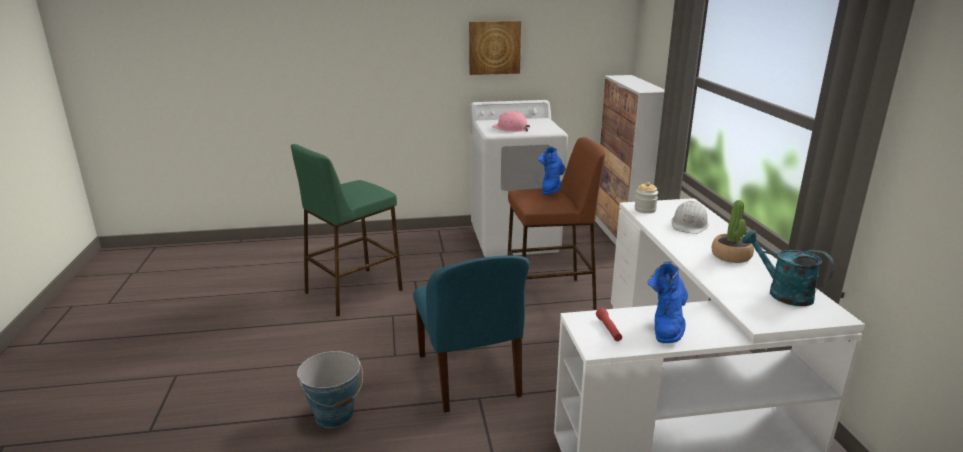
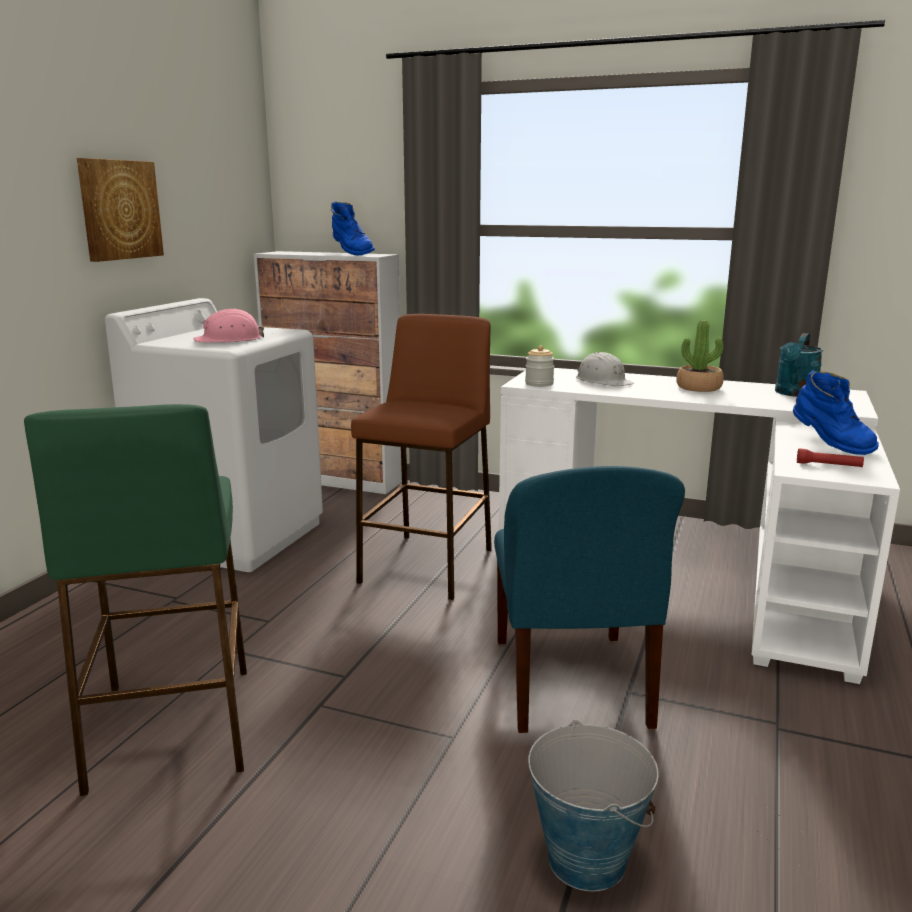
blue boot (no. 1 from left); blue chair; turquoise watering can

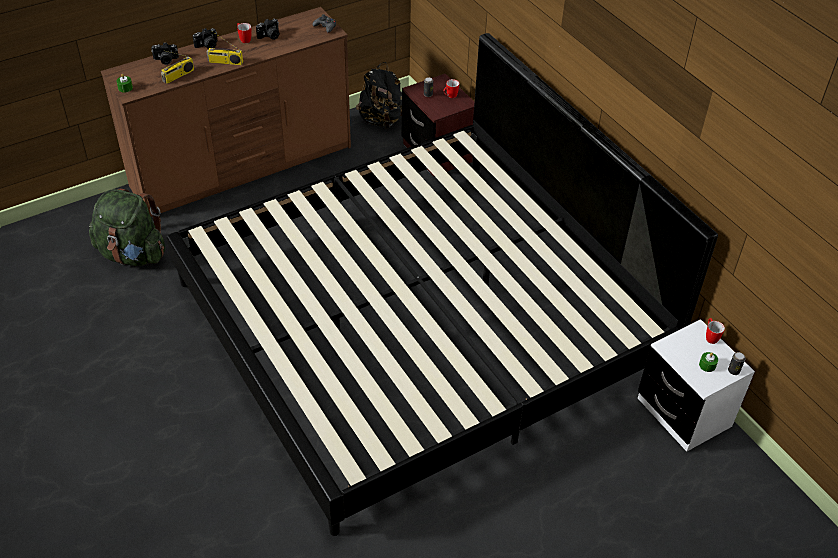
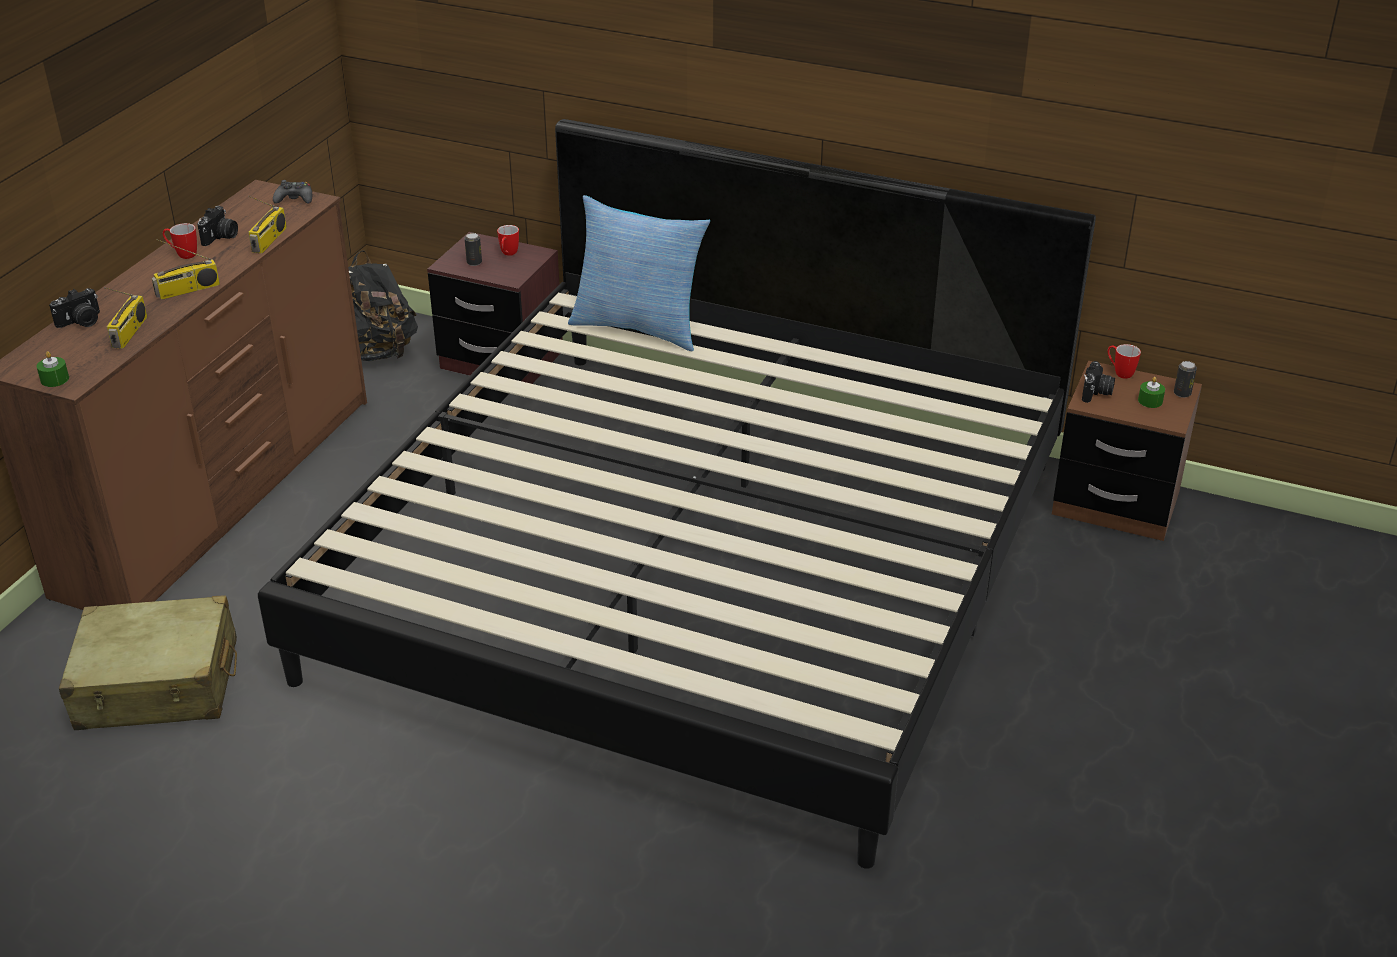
radio (no. 3 from left); pillow; photo camera (no. 3 from left); beige suitcase; brown nightstand (no. 2 from left)

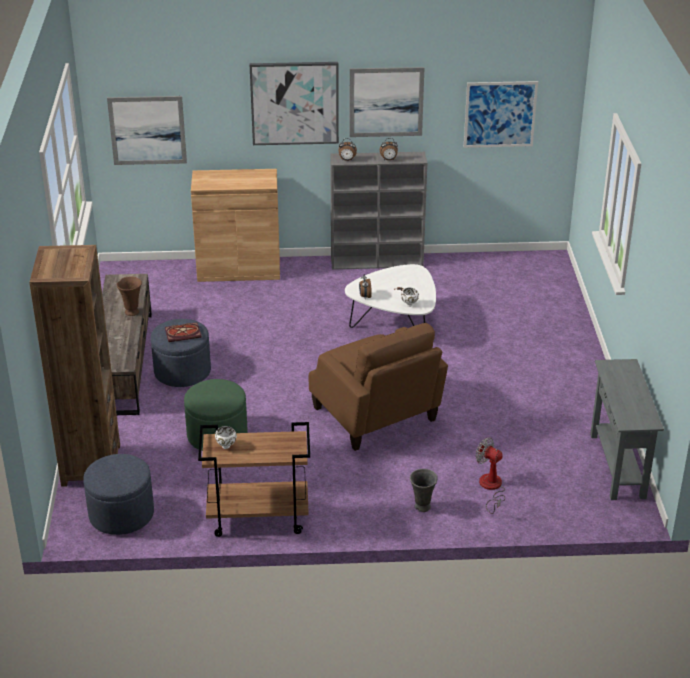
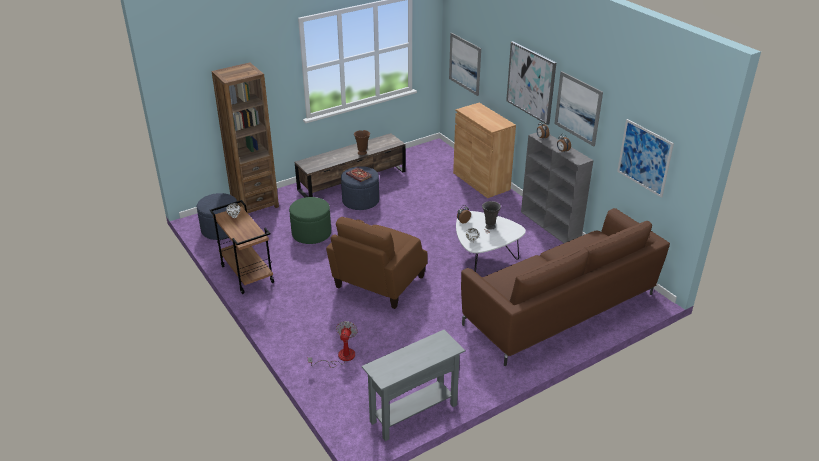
brown sofa; grey vase

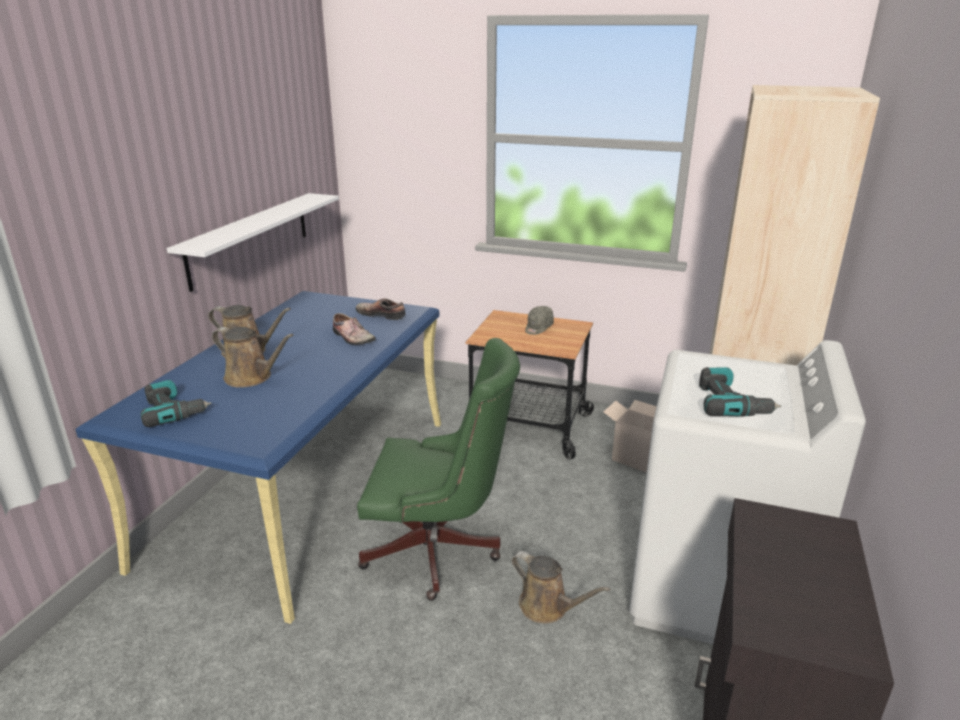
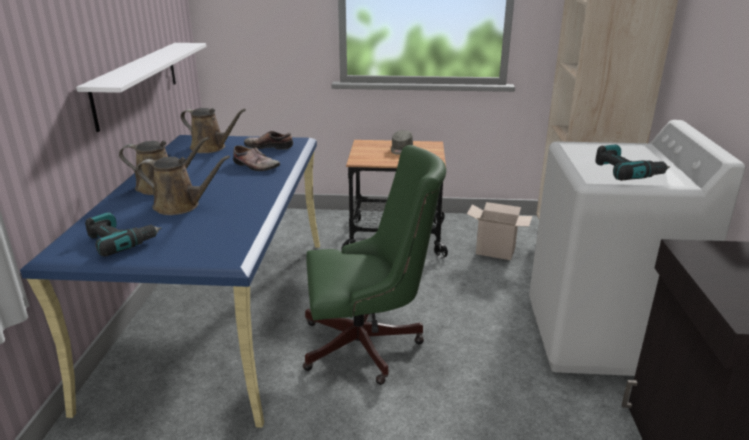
brown watering can (no. 3 from left)

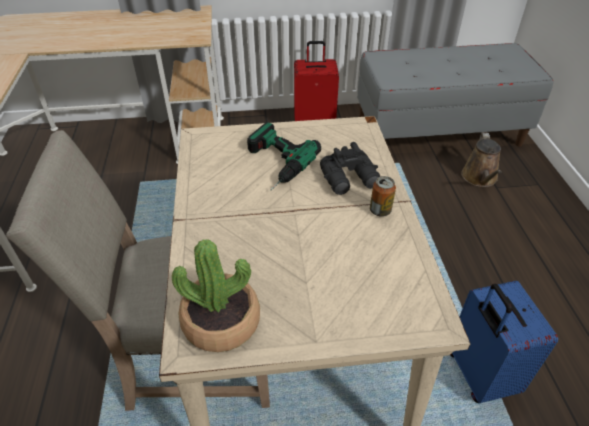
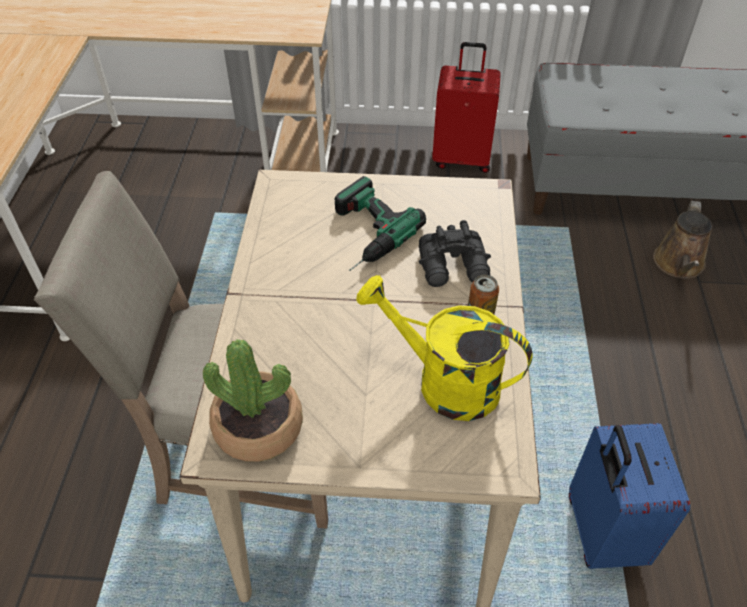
yellow watering can

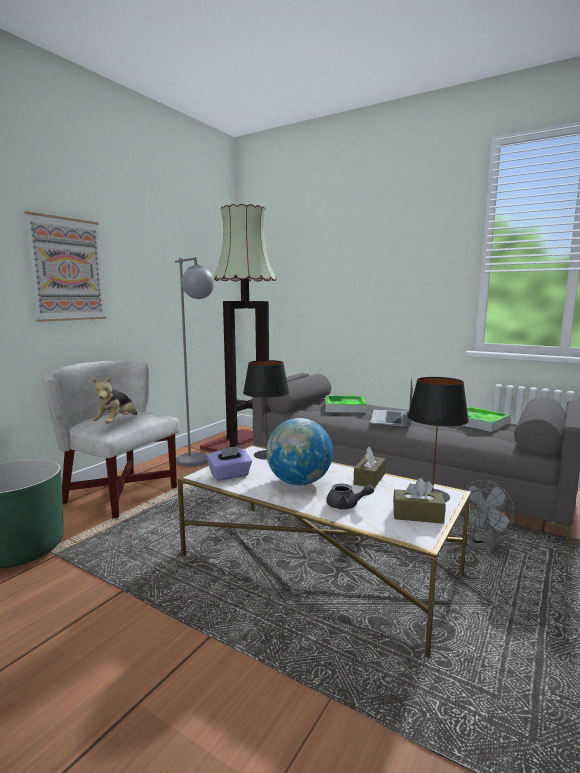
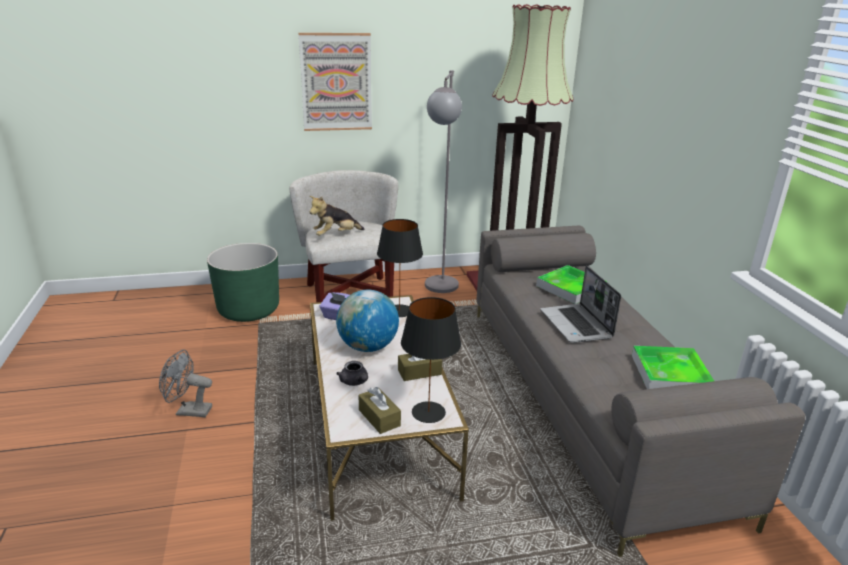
grey fan; laptop

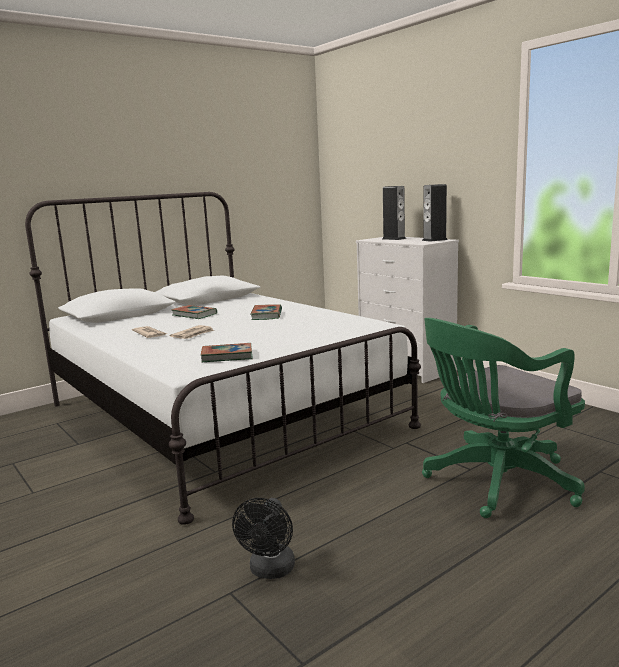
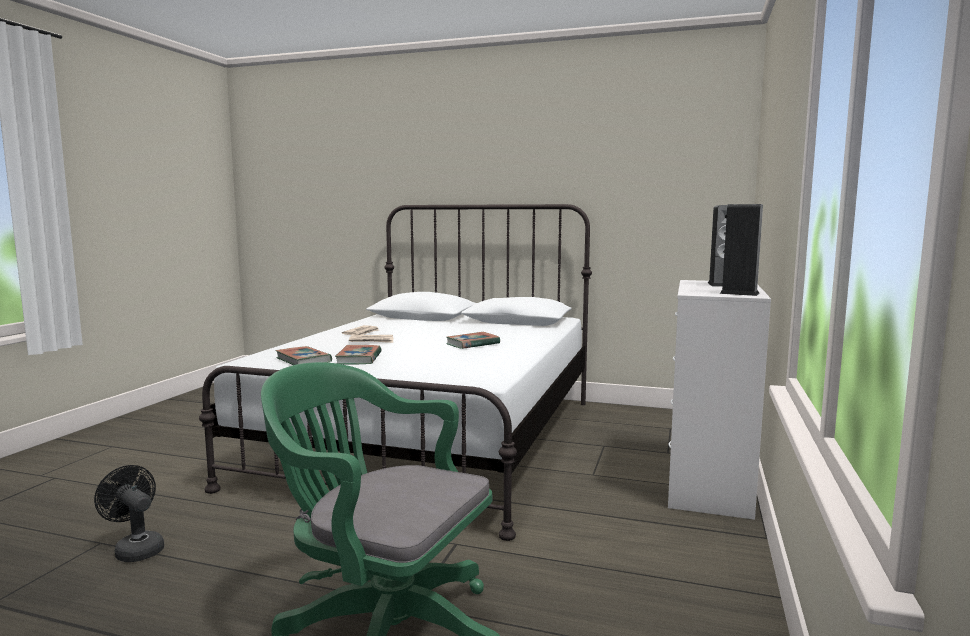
book (no. 2 from left); black fan

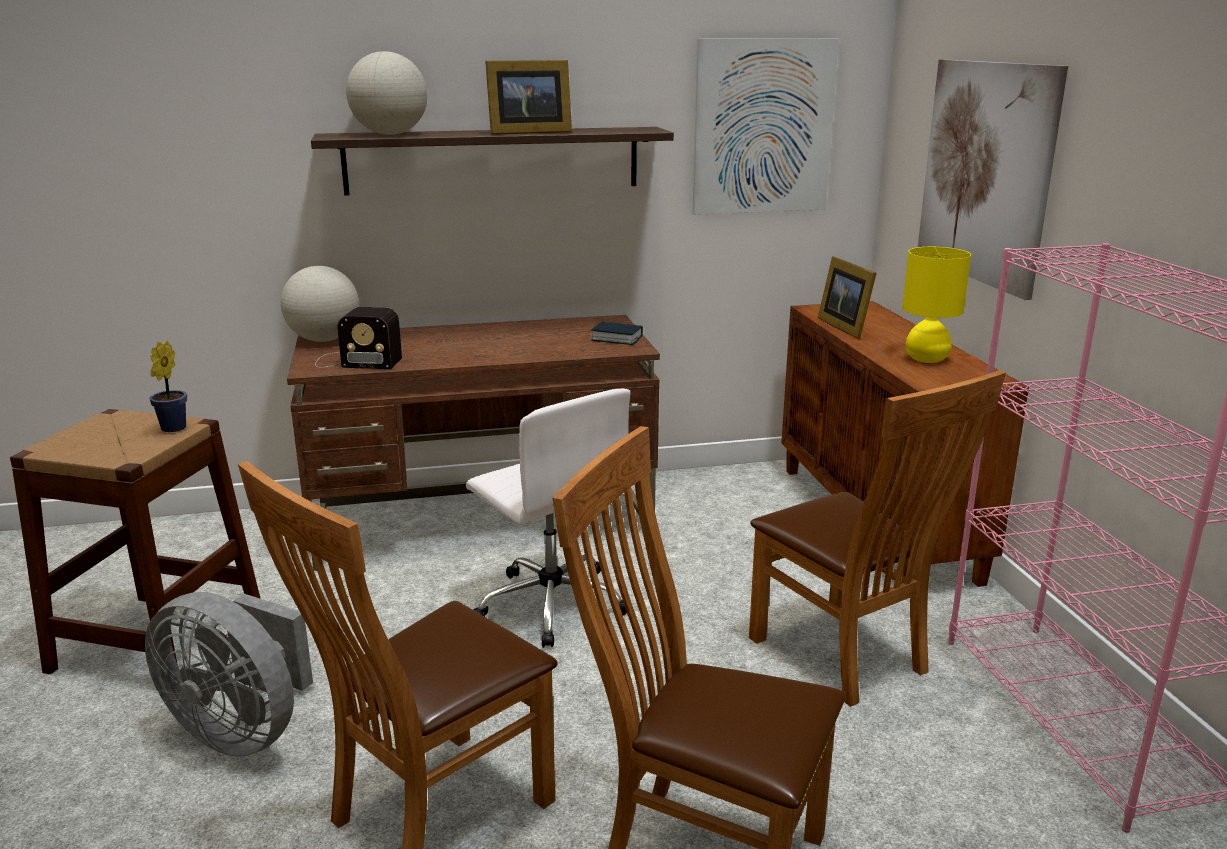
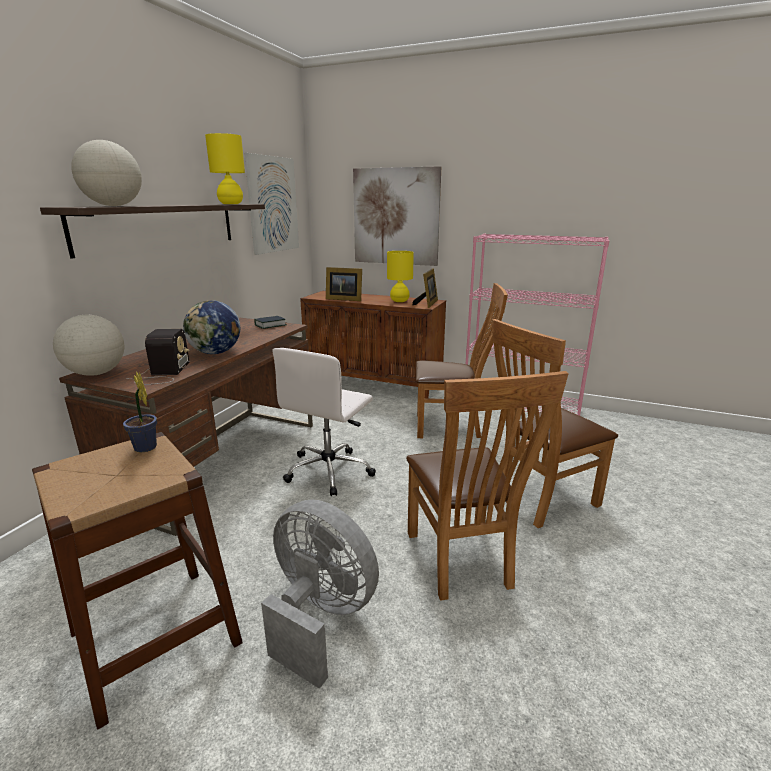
globe (no. 3 from left); yellow table lamp (no. 1 from left); picture frame (no. 2 from left); grey fan; radio; white office chair

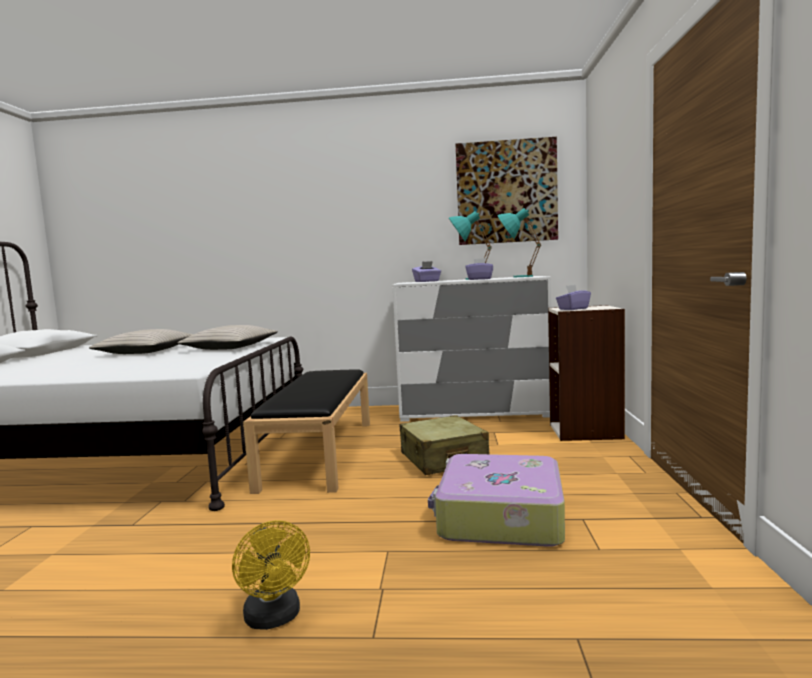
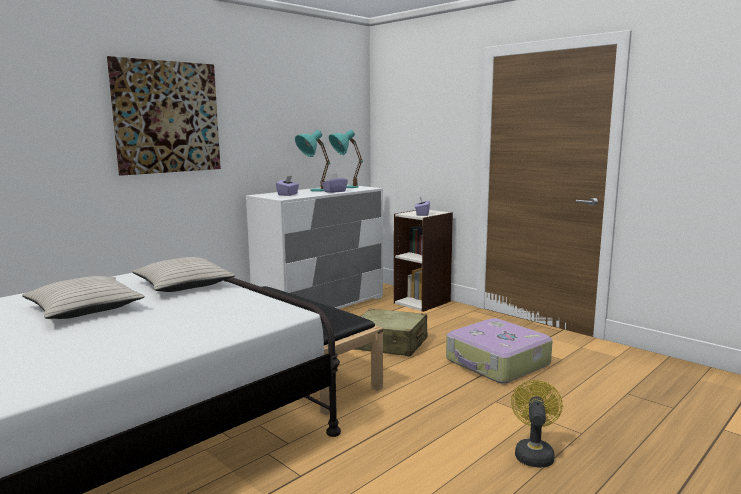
picture; yellow fan

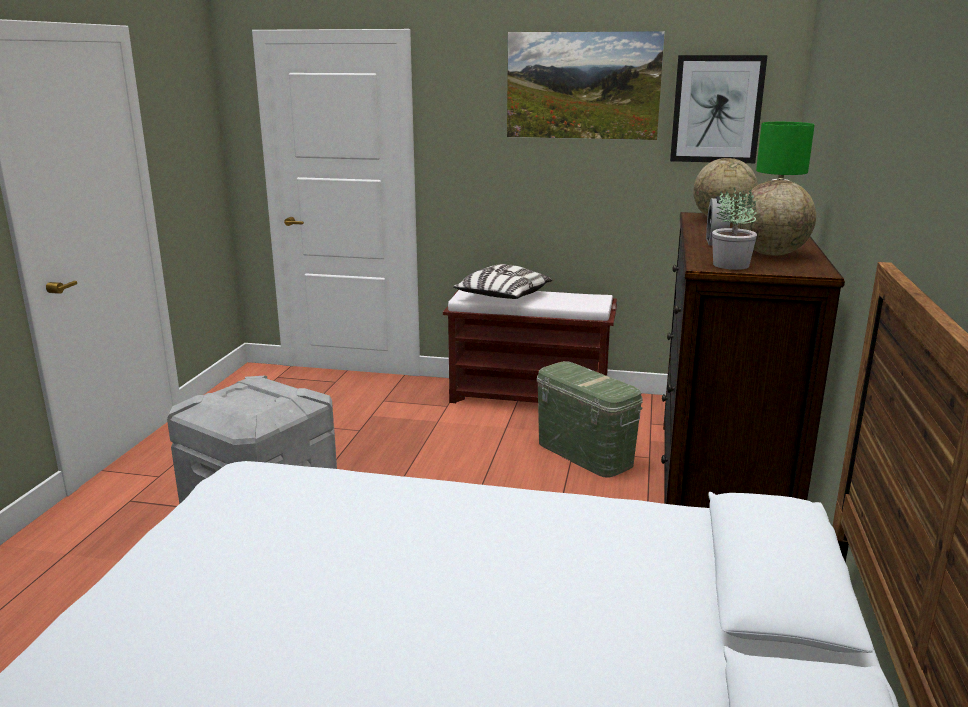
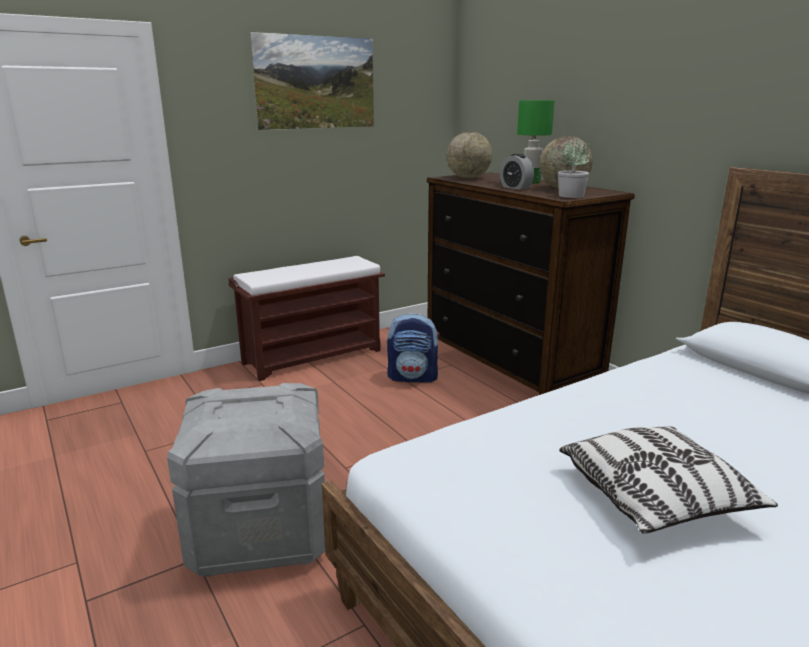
picture (no. 2 from left in the first image); pillow; backpack

